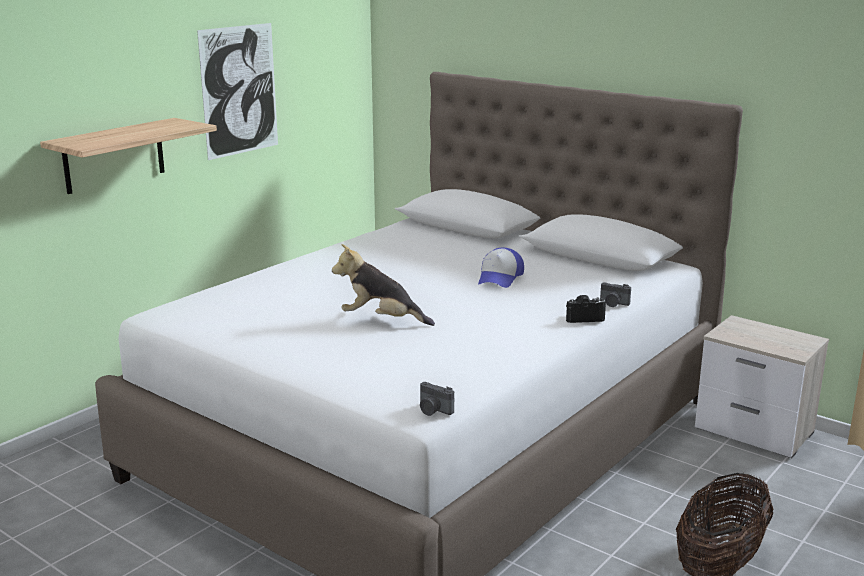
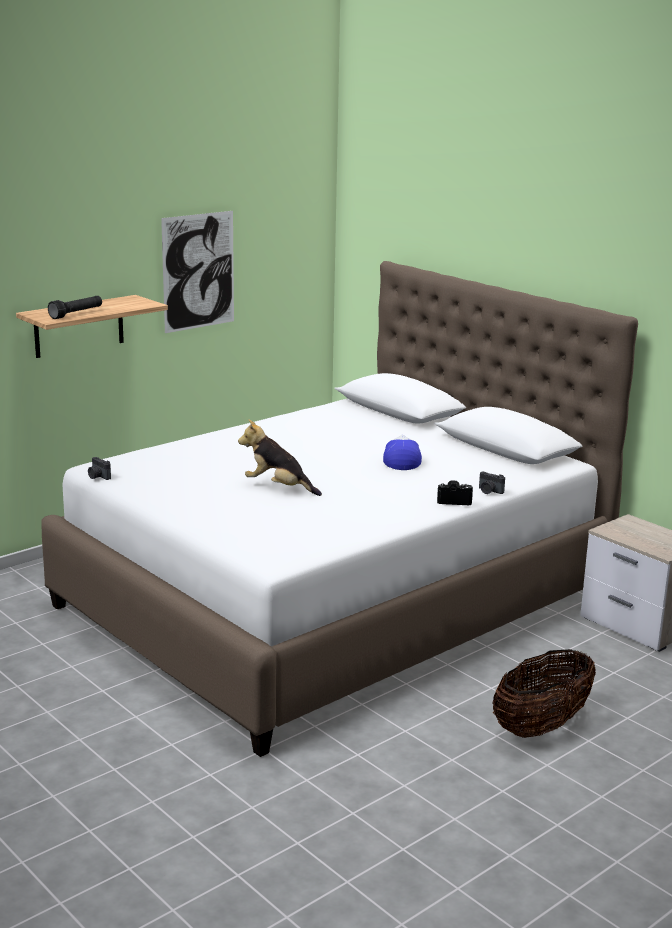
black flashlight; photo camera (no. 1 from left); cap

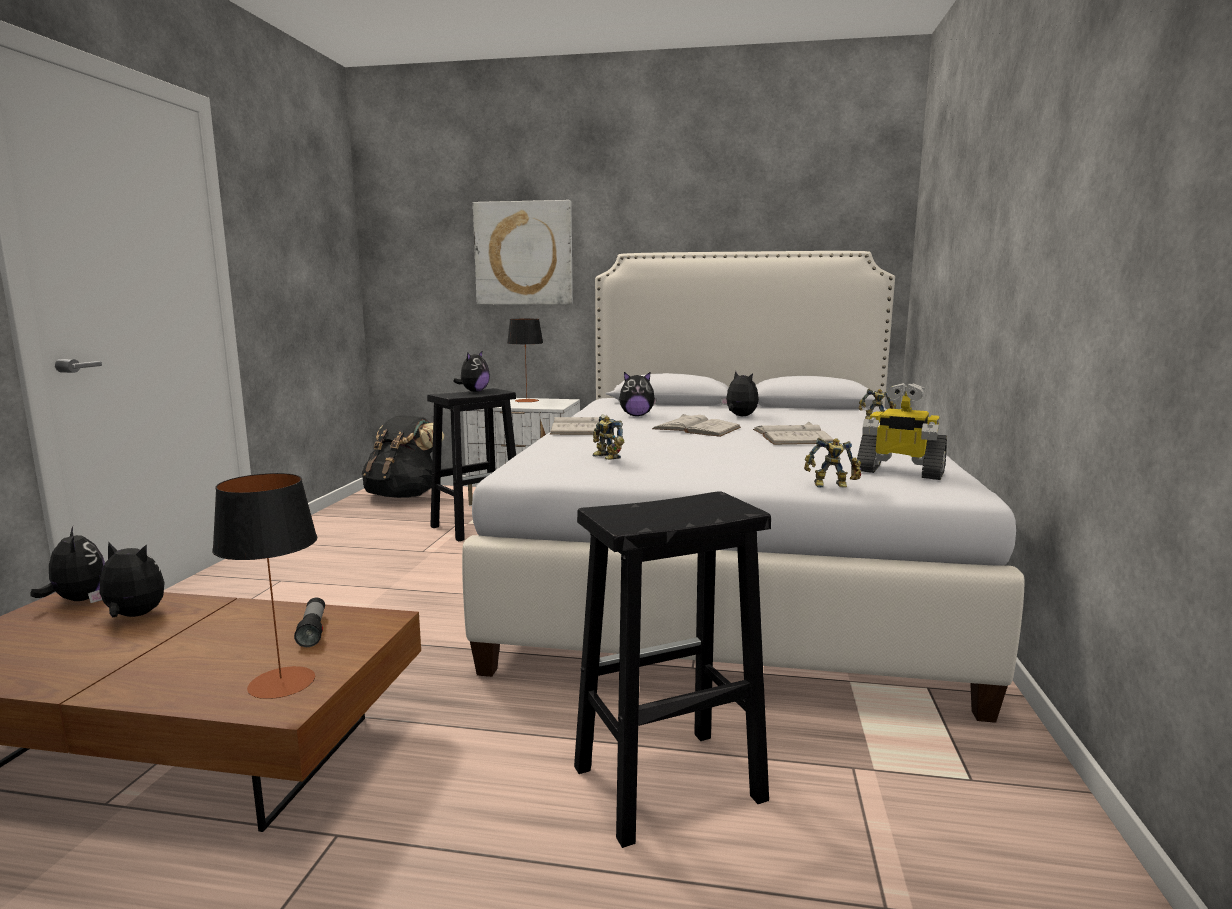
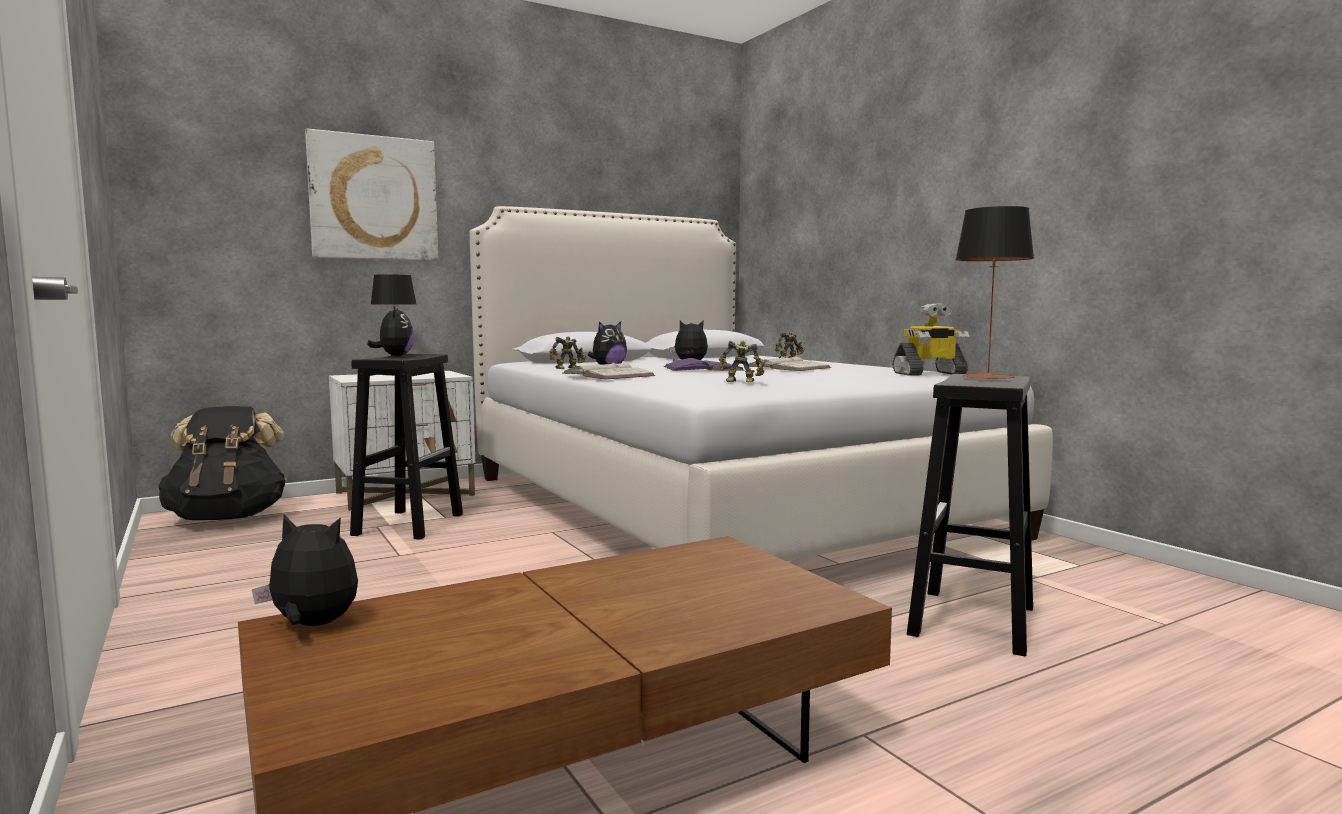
plush toy (no. 2 from left in the first image); flashlight; table lamp (no. 2 from left); toy robot (no. 1 from left); purple book

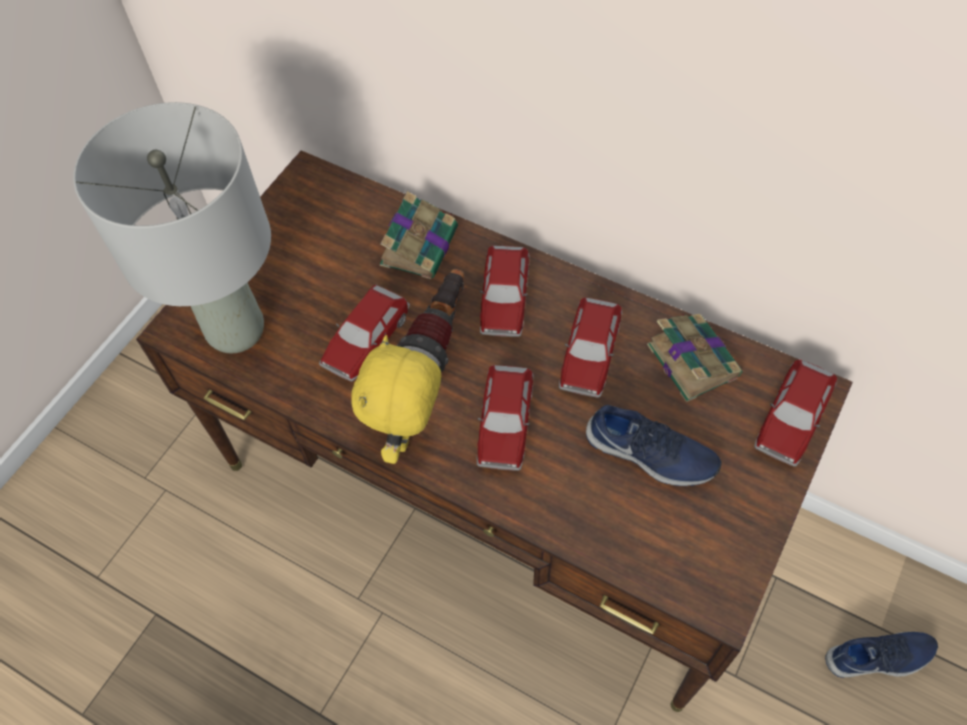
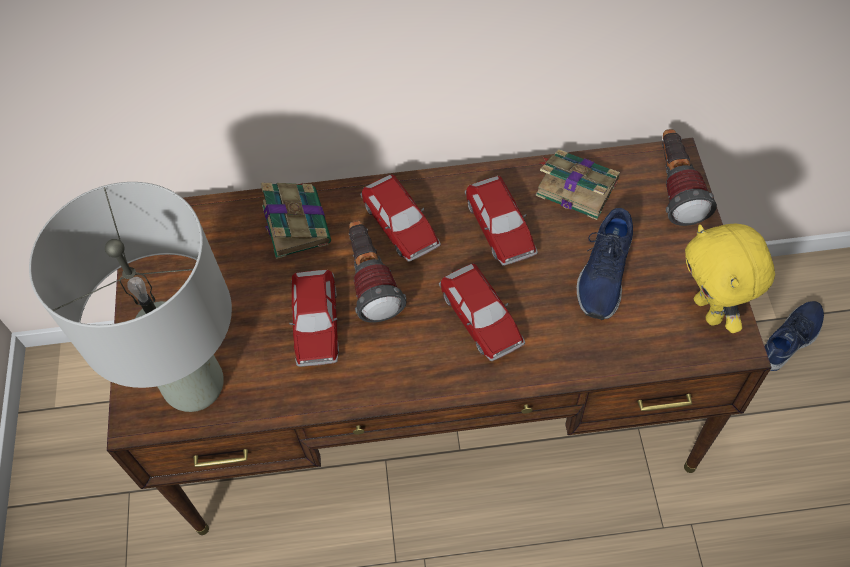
yellow plush toy; flashlight (no. 2 from left); blue shoe (no. 1 from left)

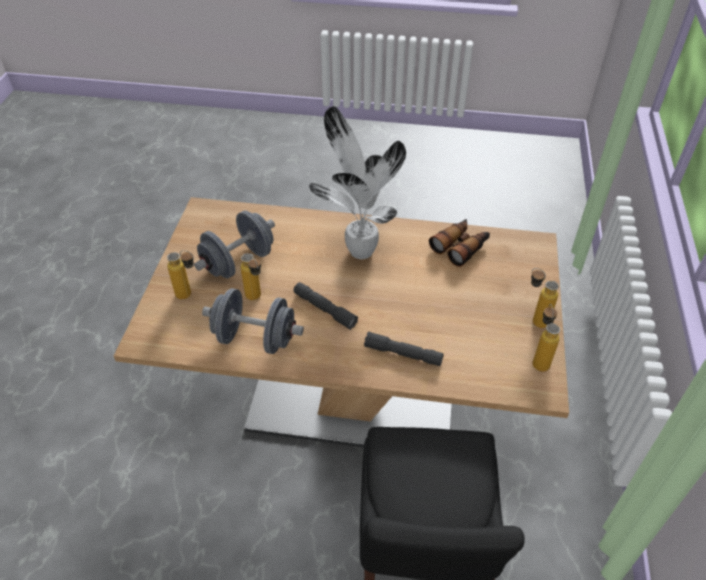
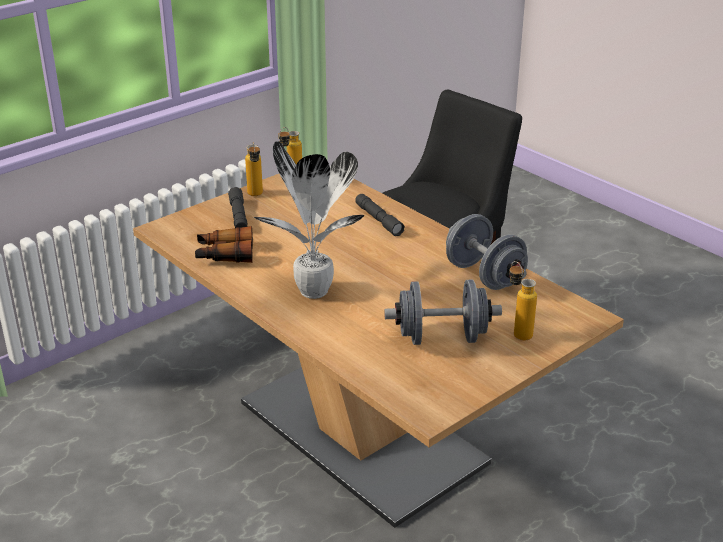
bottle (no. 2 from left in the first image); grey flashlight (no. 1 from left)

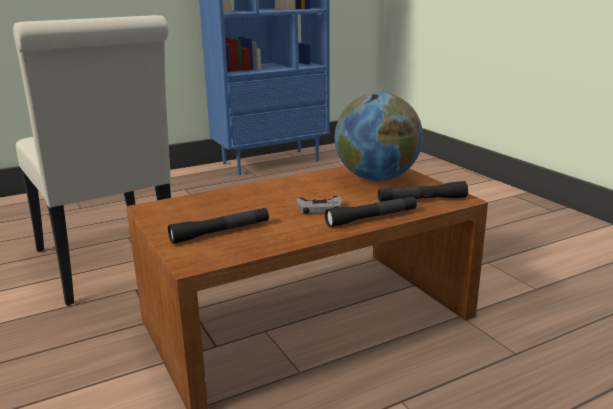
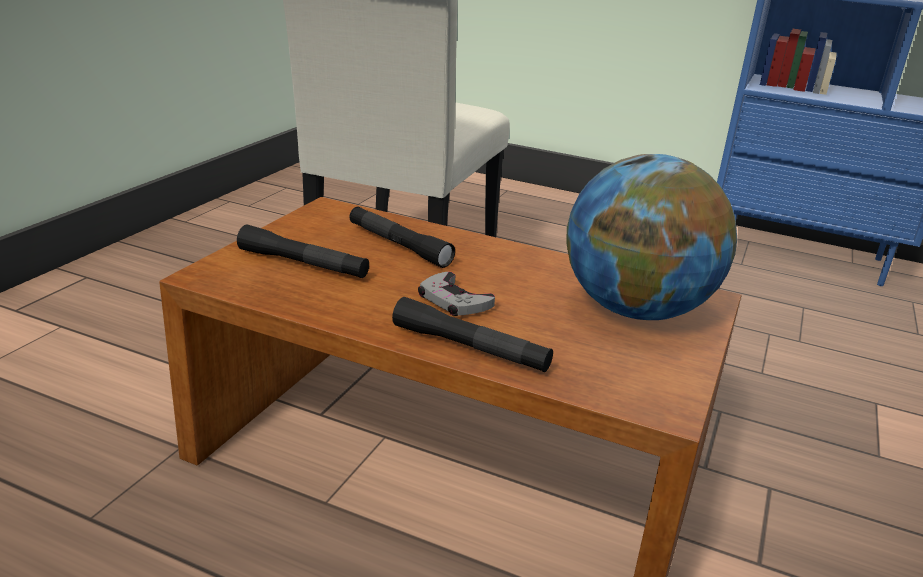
black flashlight (no. 2 from left)

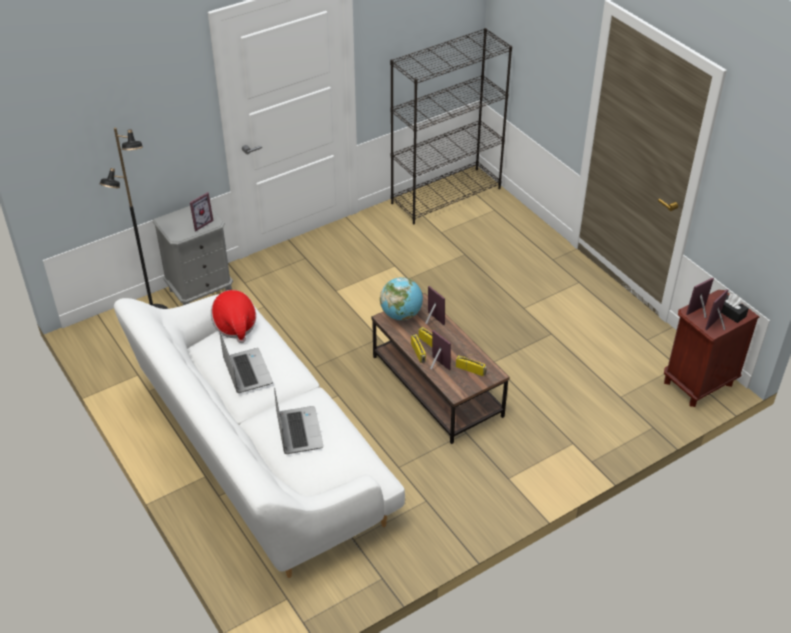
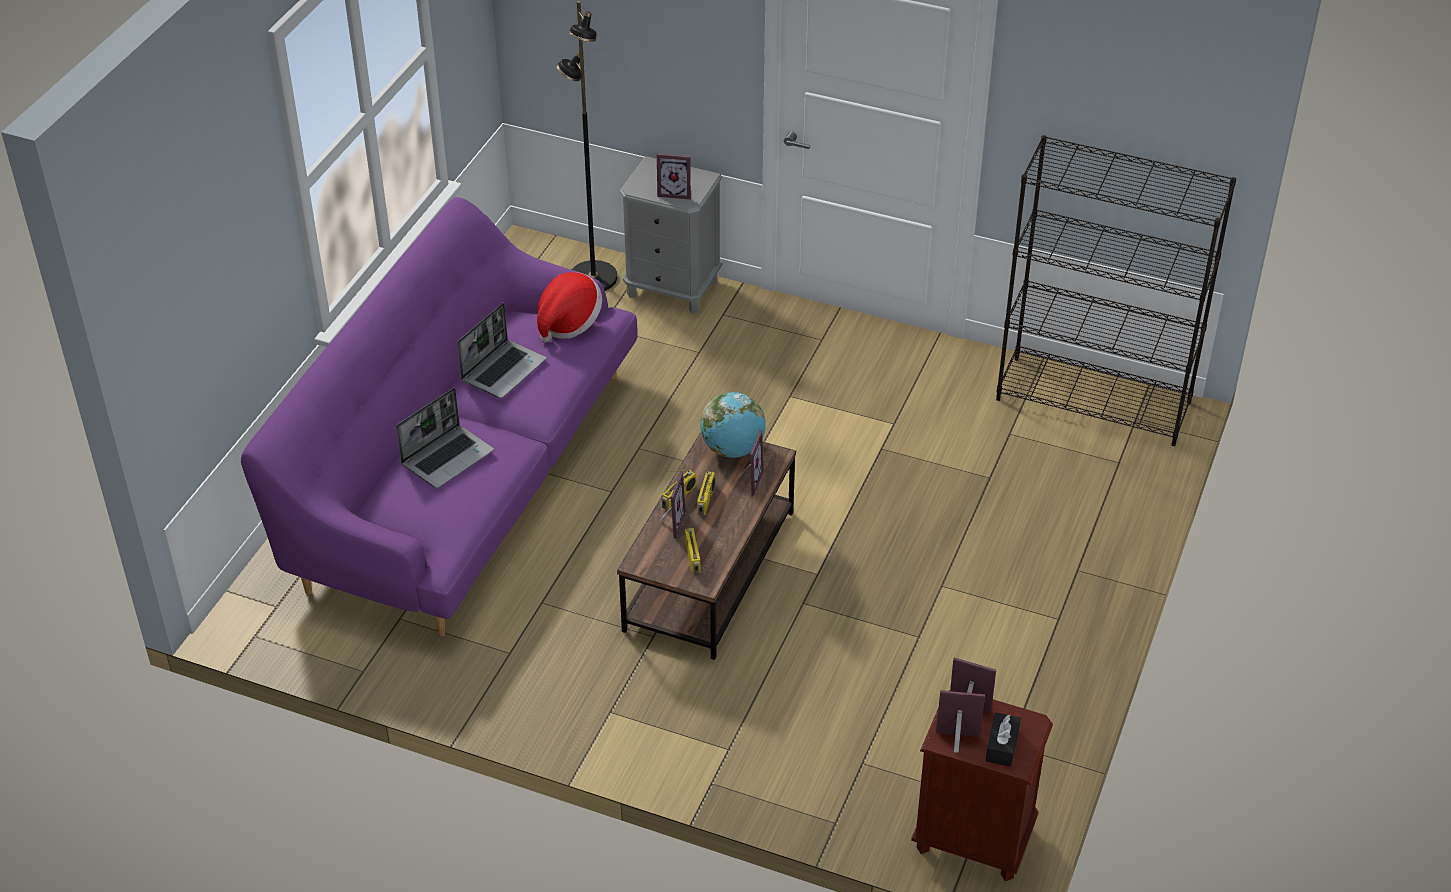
purple sofa

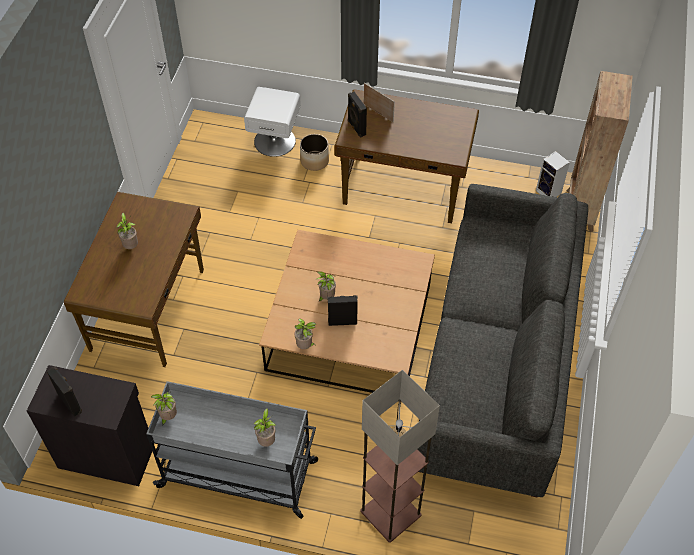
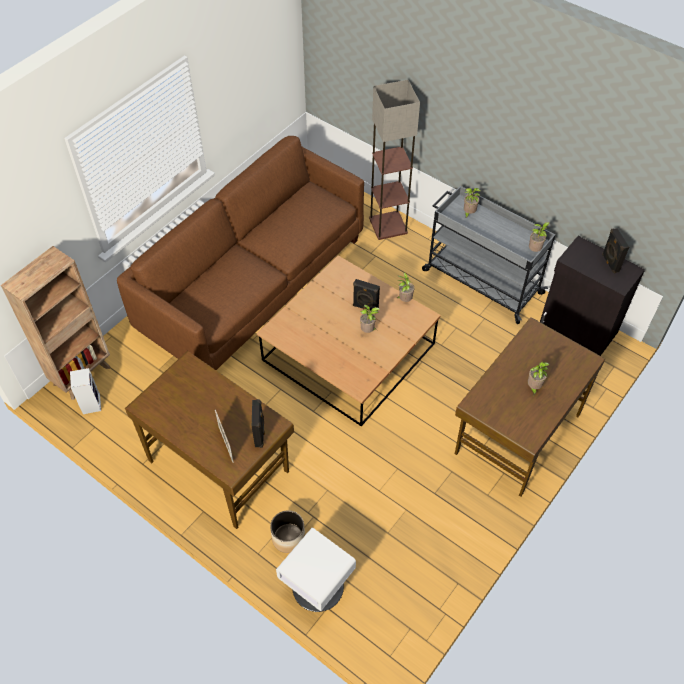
brown sofa

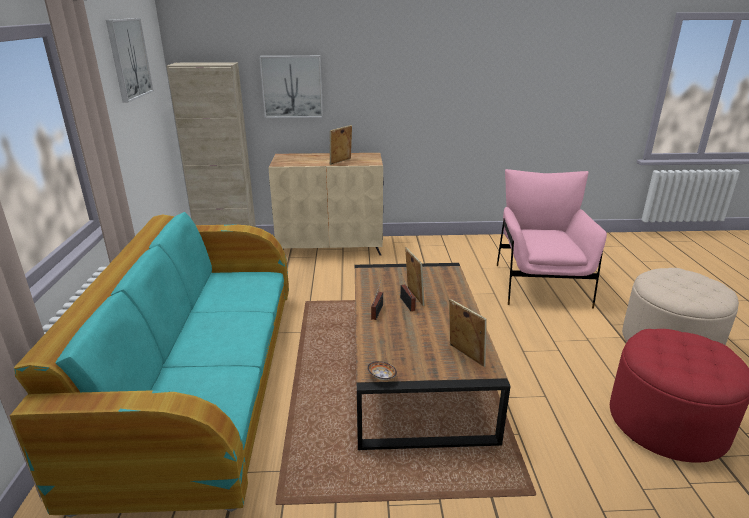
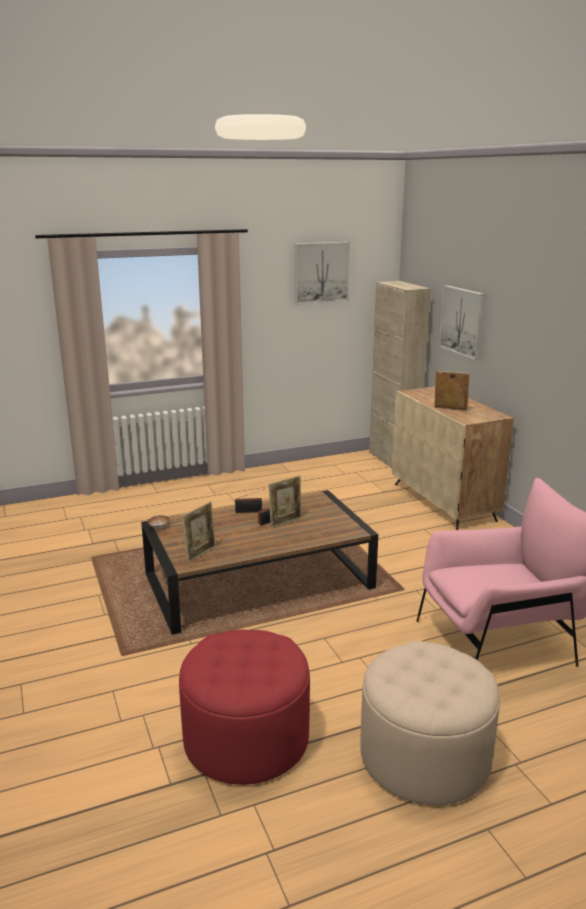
turquoise sofa

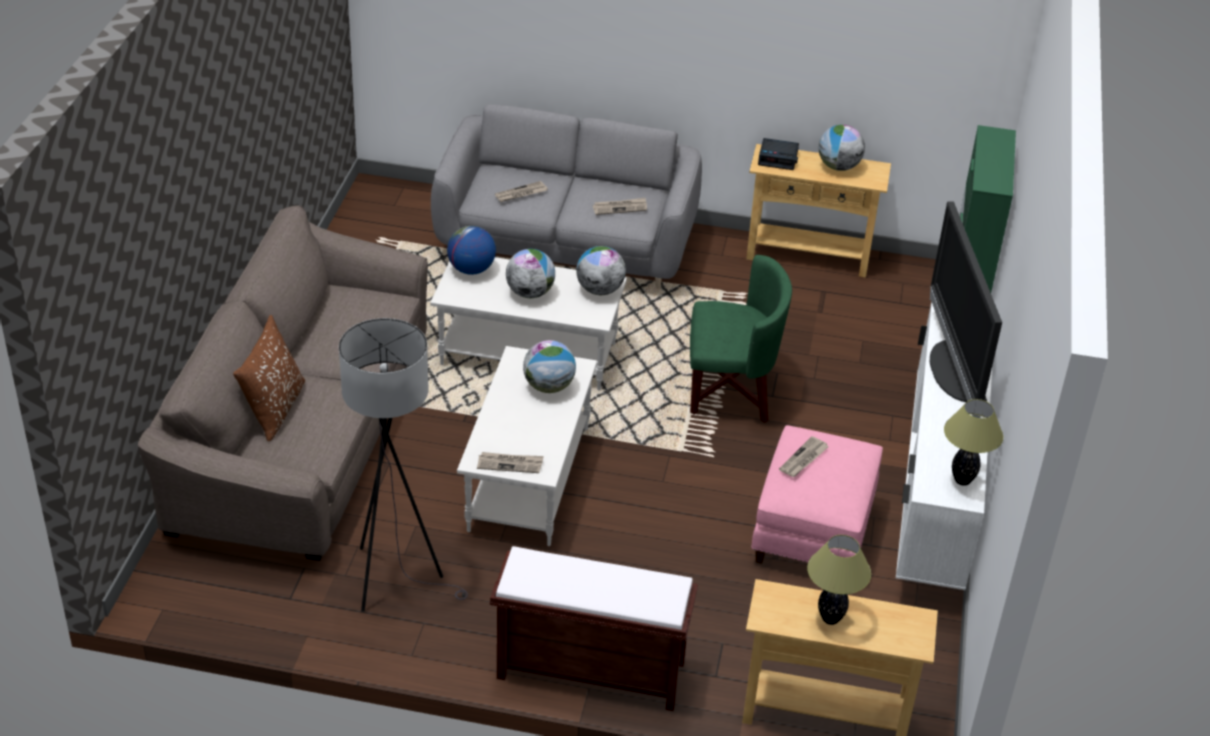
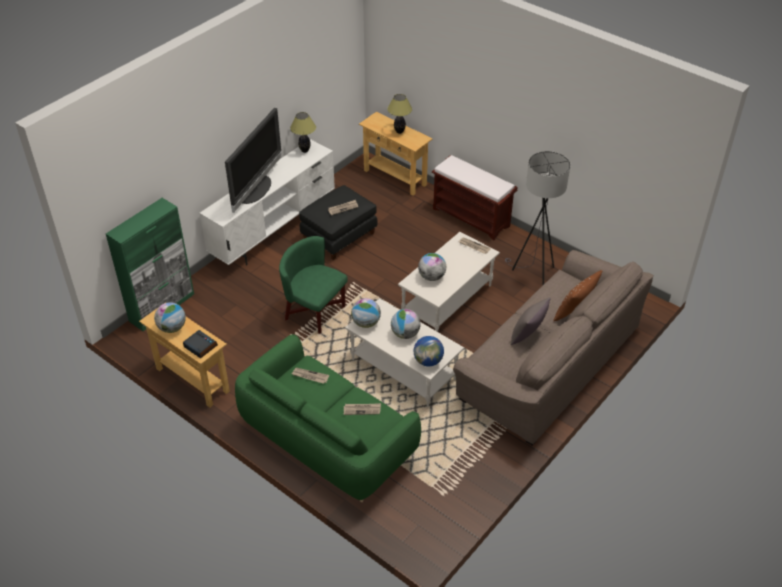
grey pillow; green sofa; black ottoman

